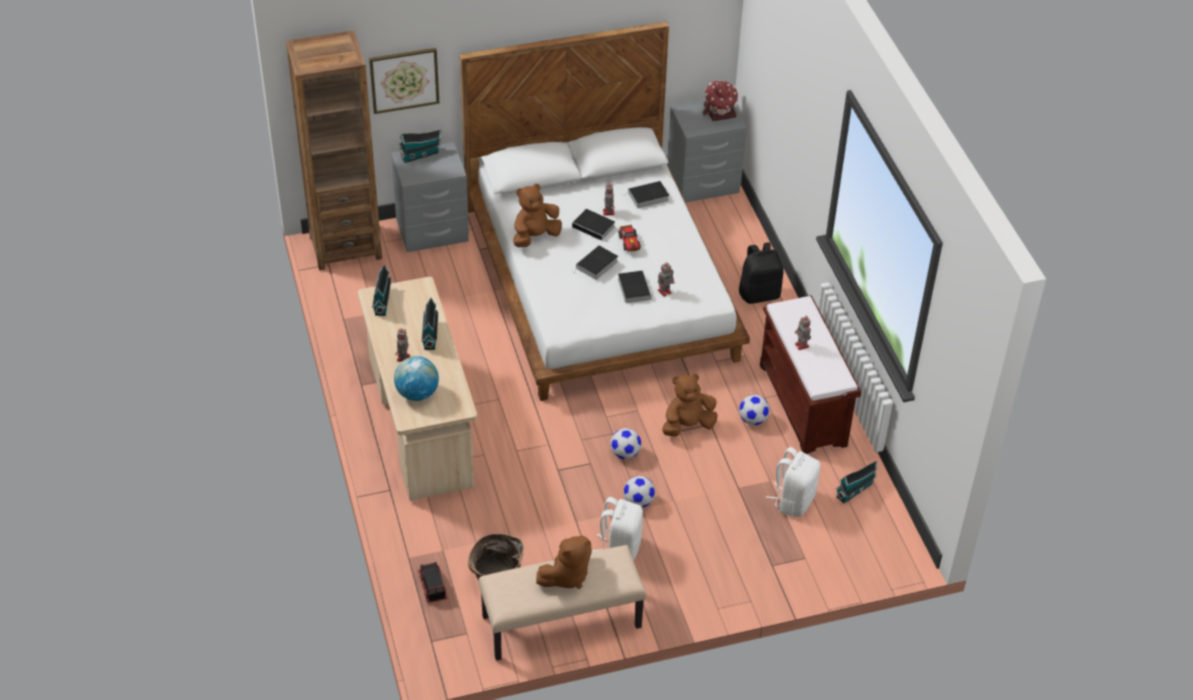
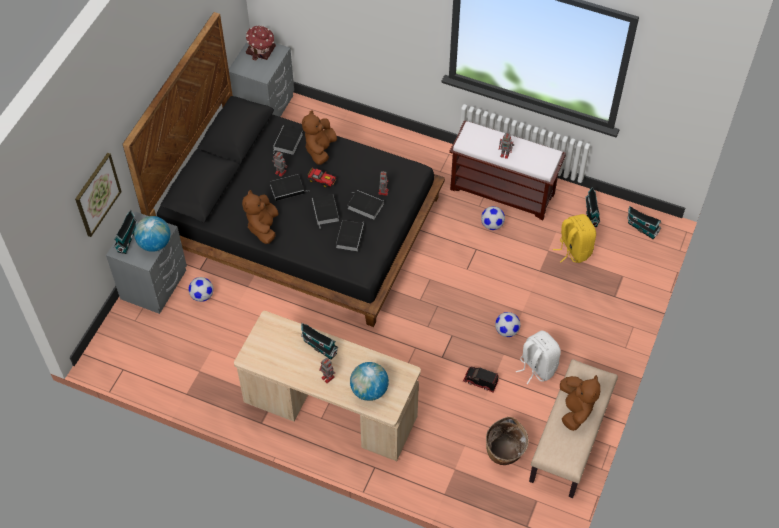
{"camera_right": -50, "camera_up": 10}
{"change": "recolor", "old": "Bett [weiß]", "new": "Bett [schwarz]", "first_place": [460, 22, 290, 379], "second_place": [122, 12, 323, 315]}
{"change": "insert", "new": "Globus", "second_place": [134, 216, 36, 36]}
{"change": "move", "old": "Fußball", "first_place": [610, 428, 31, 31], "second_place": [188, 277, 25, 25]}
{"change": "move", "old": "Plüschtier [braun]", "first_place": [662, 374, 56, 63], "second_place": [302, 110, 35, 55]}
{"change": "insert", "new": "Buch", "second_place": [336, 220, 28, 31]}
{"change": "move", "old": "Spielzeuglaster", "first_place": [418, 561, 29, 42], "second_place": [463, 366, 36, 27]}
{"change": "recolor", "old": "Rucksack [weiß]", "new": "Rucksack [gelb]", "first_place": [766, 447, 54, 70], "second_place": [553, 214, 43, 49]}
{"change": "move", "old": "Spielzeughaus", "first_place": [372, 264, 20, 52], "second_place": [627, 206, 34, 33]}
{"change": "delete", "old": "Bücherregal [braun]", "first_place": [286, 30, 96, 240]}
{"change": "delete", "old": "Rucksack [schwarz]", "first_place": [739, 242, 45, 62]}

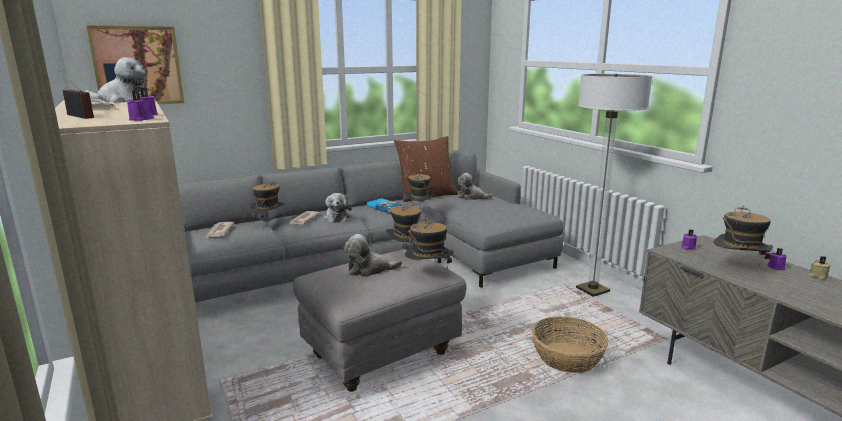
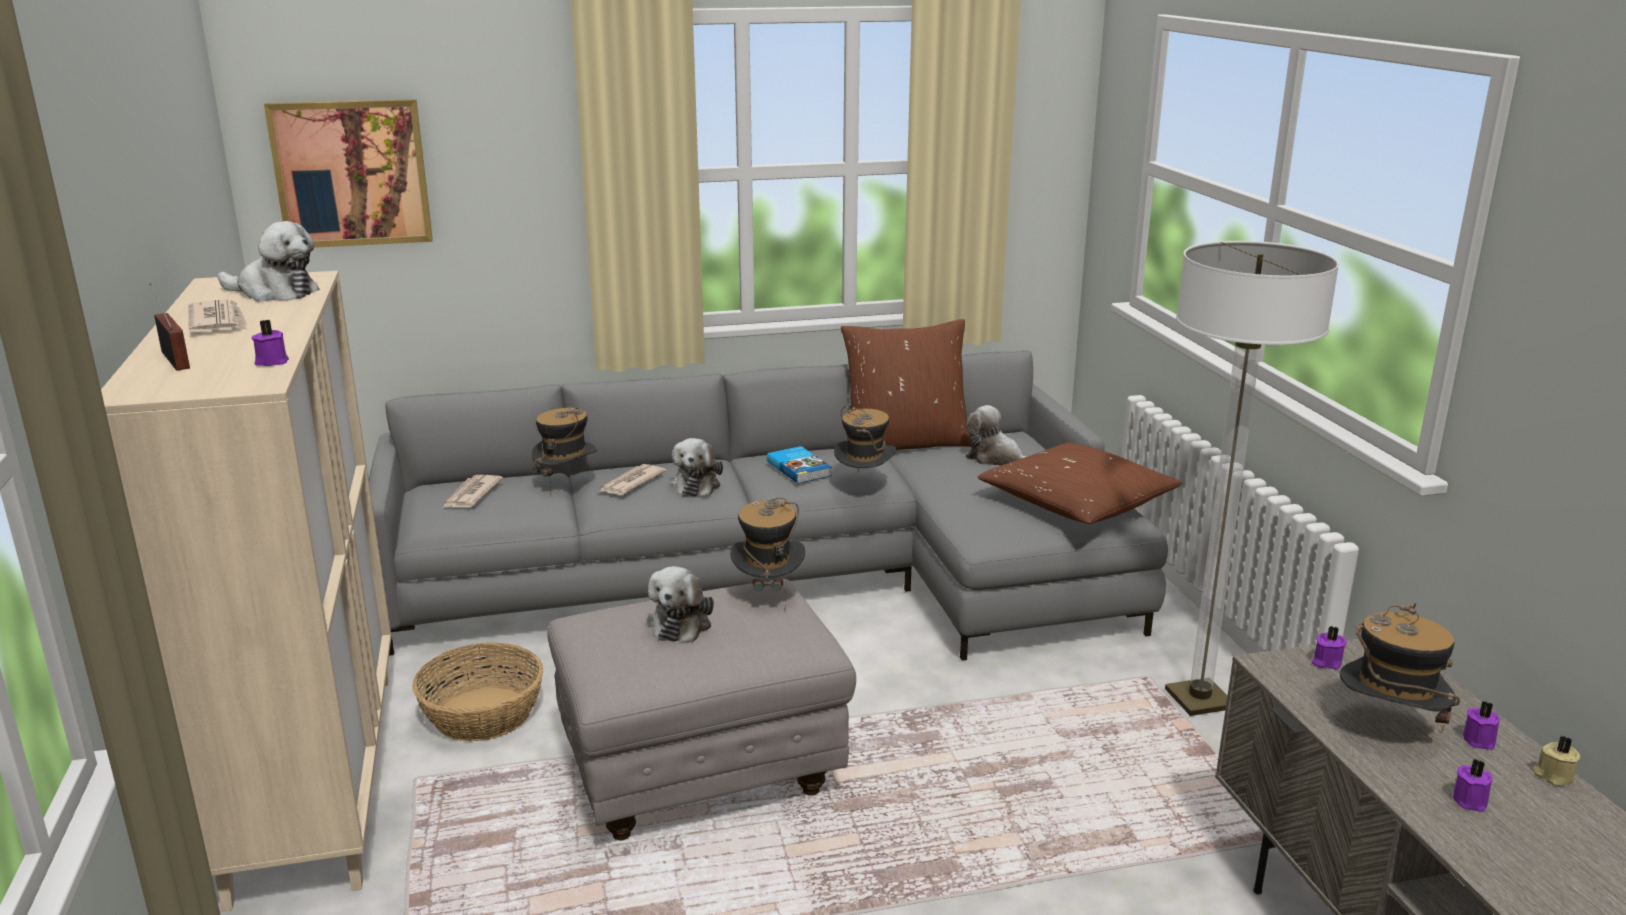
{"camera_right": 15, "camera_up": 5}
{"change": "move", "old": "Korb", "first_place": [532, 316, 76, 57], "second_place": [412, 642, 131, 99]}
{"change": "rotate", "old": "Plüschtier", "first_place": [344, 234, 58, 43], "second_place": [647, 566, 67, 76], "degrees": -90}
{"change": "insert", "new": "Kissen [braun]", "second_place": [977, 442, 205, 82]}
{"change": "move", "old": "Kerze [lila]", "first_place": [126, 91, 28, 30], "second_place": [1453, 759, 40, 53]}
{"change": "delete", "old": "Hut", "first_place": [405, 217, 48, 51]}

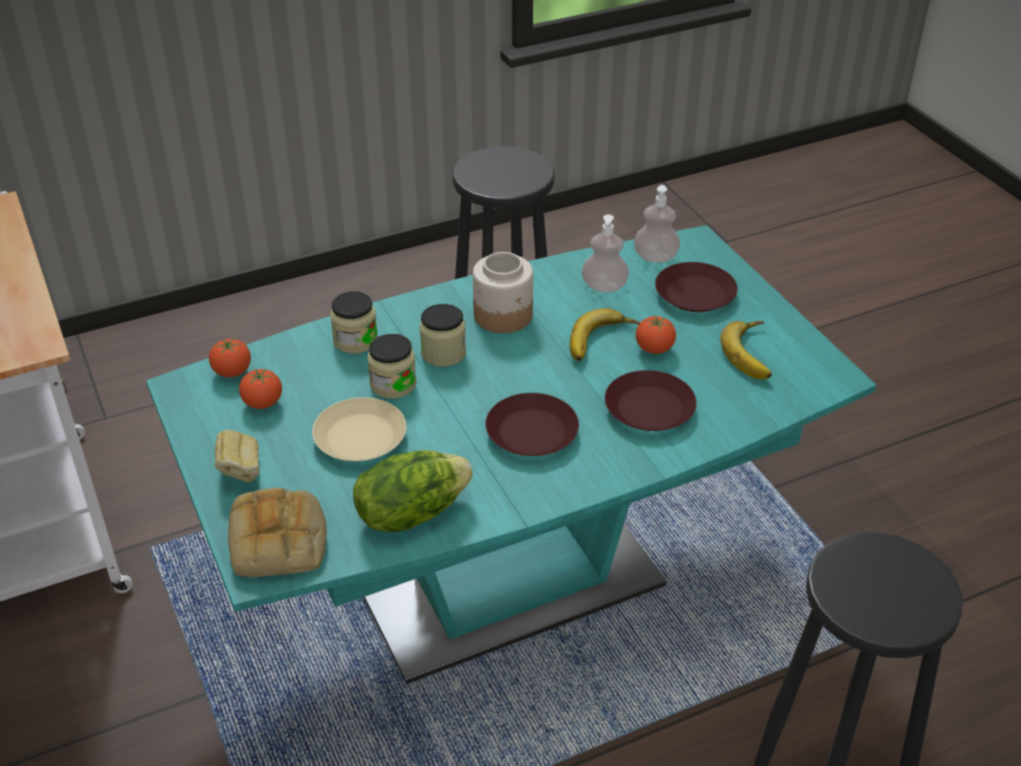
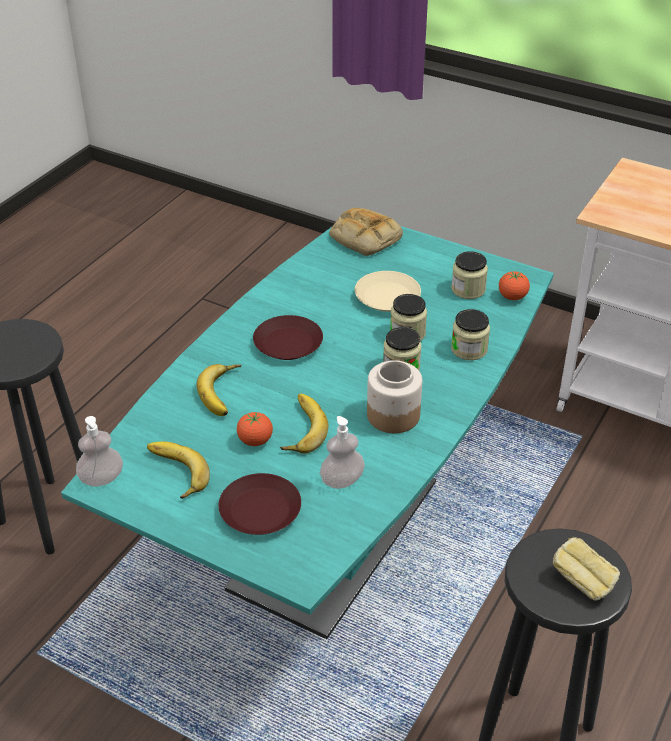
{"camera_right": 145, "camera_up": 0}
{"change": "move", "old": "Seifenspender", "first_place": [634, 185, 46, 78], "second_place": [76, 416, 47, 71]}
{"change": "replace", "old": "Teller [braun]", "new": "Banane", "first_place": [605, 370, 91, 61], "second_place": [196, 364, 45, 52]}
{"change": "replace", "old": "Tomate", "new": "Vorratsglas", "first_place": [239, 368, 43, 41], "second_place": [451, 251, 37, 48]}
{"change": "move", "old": "Brot", "first_place": [215, 430, 45, 53], "second_place": [553, 537, 67, 64]}
{"change": "delete", "old": "Salatkopf", "first_place": [353, 450, 120, 82]}

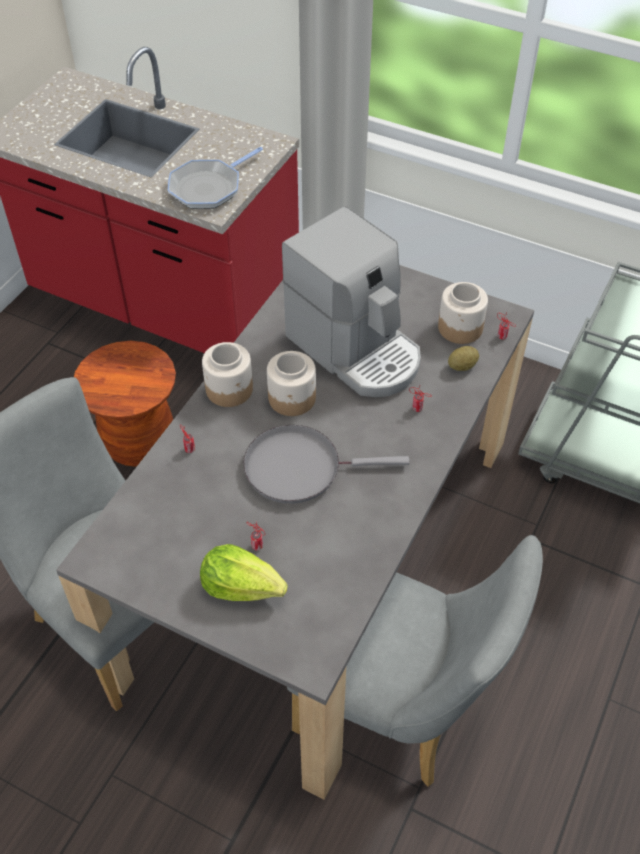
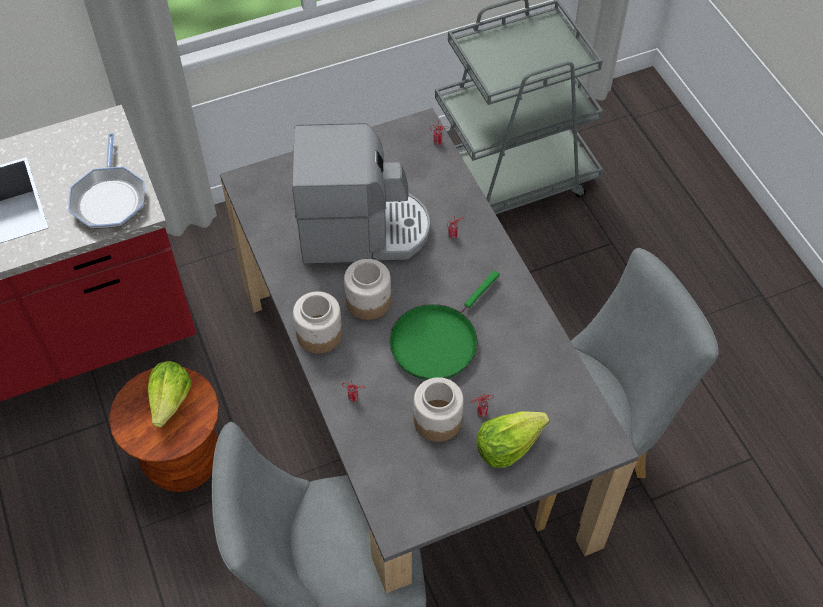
{"camera_right": -50, "camera_up": 5}
{"change": "insert", "new": "Salatkopf", "second_place": [148, 361, 44, 67]}
{"change": "recolor", "old": "Pfanne [grau]", "new": "Pfanne [grün]", "first_place": [243, 425, 167, 79], "second_place": [389, 270, 111, 110]}
{"change": "move", "old": "Vorratsglas", "first_place": [438, 282, 50, 62], "second_place": [414, 377, 50, 65]}
{"change": "delete", "old": "Kartoffel", "first_place": [448, 346, 31, 25]}

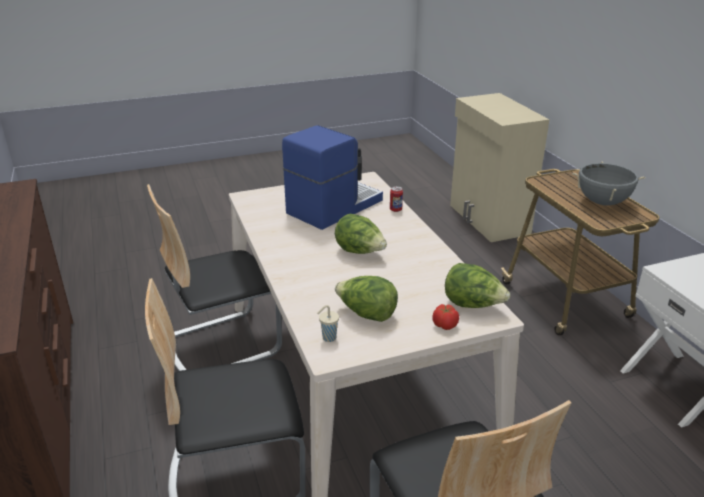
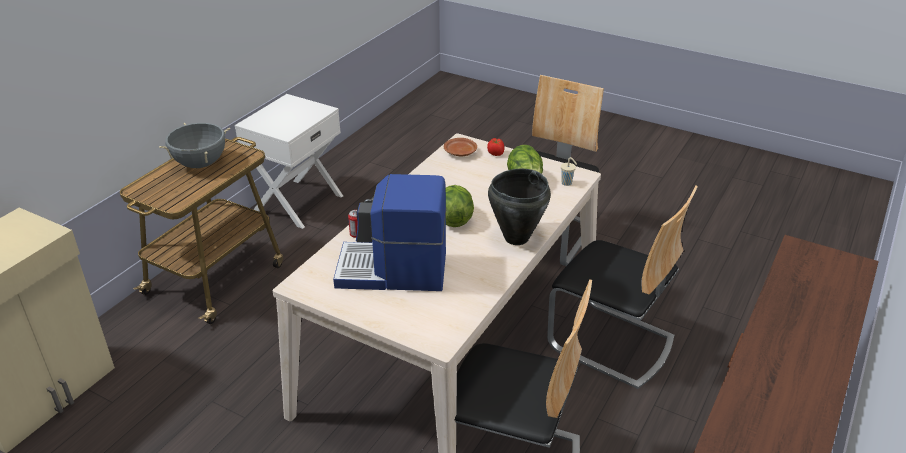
{"camera_right": -130, "camera_up": 5}
{"change": "replace", "old": "Salatkopf", "new": "Teller [braun]", "first_place": [445, 263, 65, 45], "second_place": [444, 138, 33, 18]}
{"change": "insert", "new": "Kochtopf [schwarz]", "second_place": [488, 169, 63, 76]}

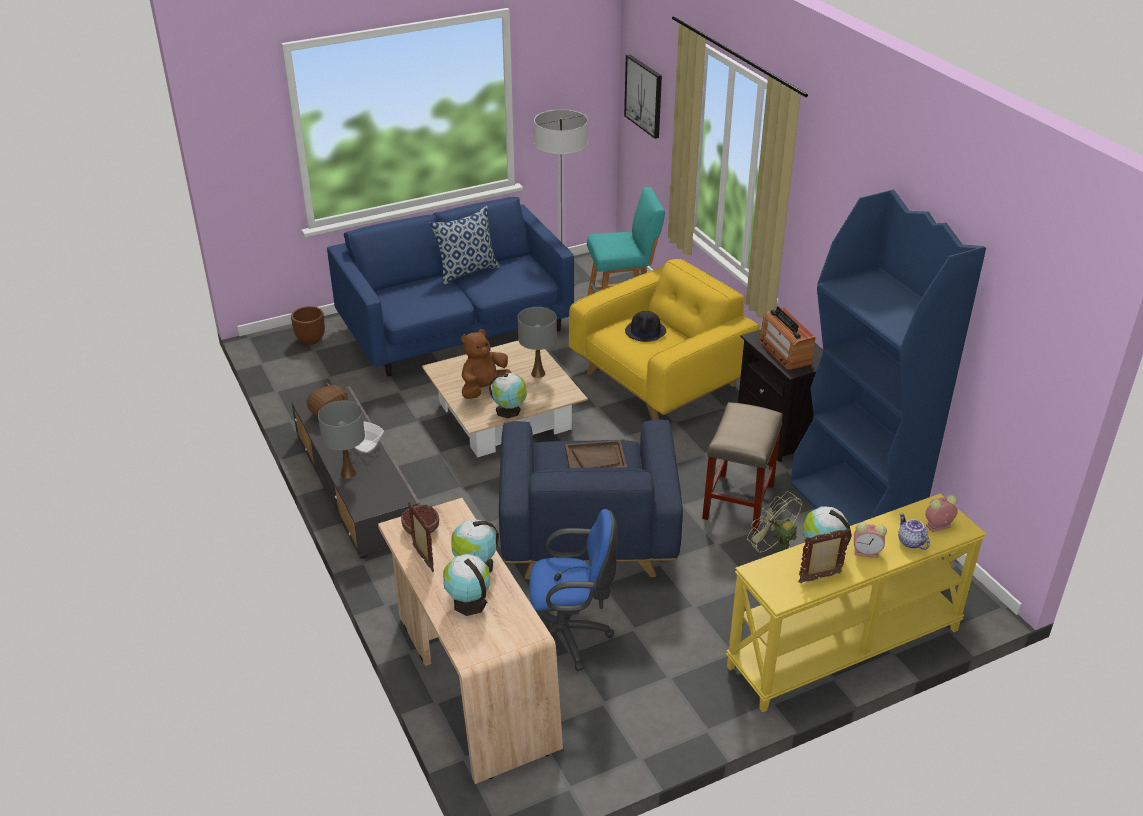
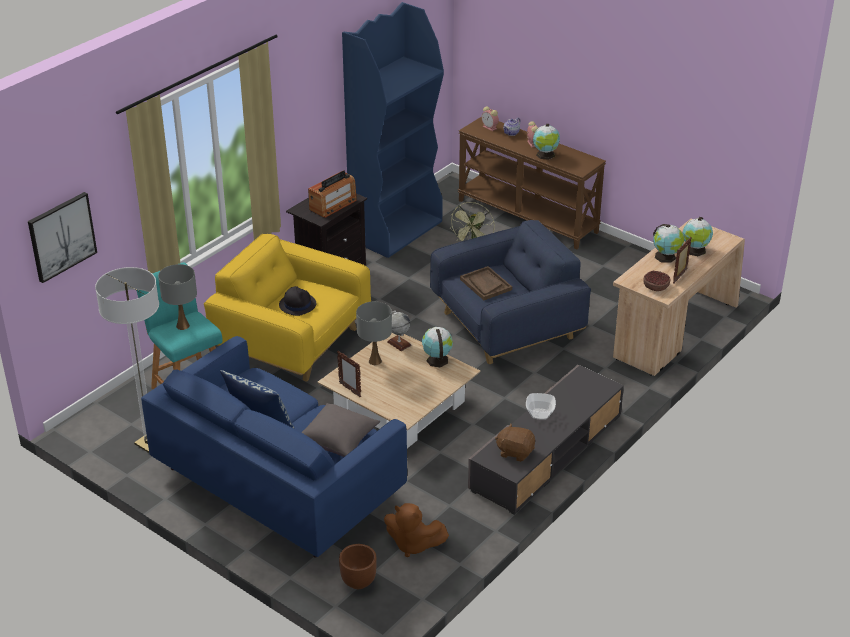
{"camera_right": -115, "camera_up": 0}
{"change": "move", "old": "Tischlampe [grau]", "first_place": [318, 400, 47, 79], "second_place": [158, 264, 39, 66]}
{"change": "insert", "new": "Kissen [grau]", "second_place": [301, 403, 79, 54]}
{"change": "move", "old": "Bilderrahmen", "first_place": [798, 528, 53, 55], "second_place": [337, 351, 24, 47]}
{"change": "move", "old": "Plüschtier [braun]", "first_place": [461, 329, 50, 70], "second_place": [384, 503, 65, 54]}
{"change": "insert", "new": "Globus", "second_place": [387, 311, 25, 40]}
{"change": "recolor", "old": "Konsolentisch [gelb]", "new": "Konsolentisch [braun]", "first_place": [726, 493, 260, 219], "second_place": [458, 116, 148, 133]}
{"change": "delete", "old": "Bürostuhl [blau]", "first_place": [529, 509, 89, 162]}
{"change": "delete", "old": "Hocker [beige]", "first_place": [702, 402, 81, 130]}

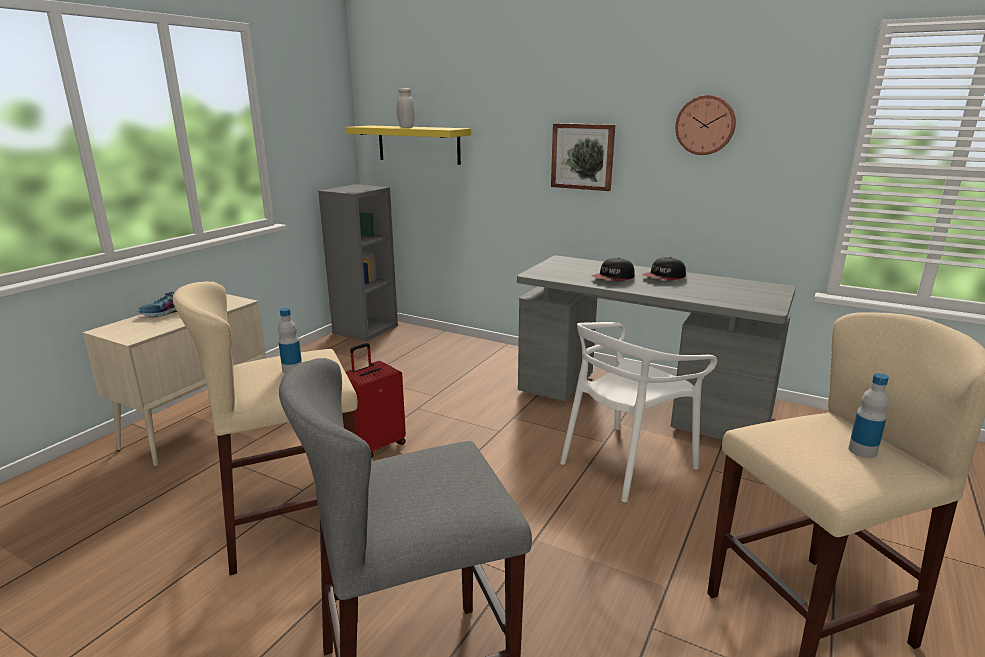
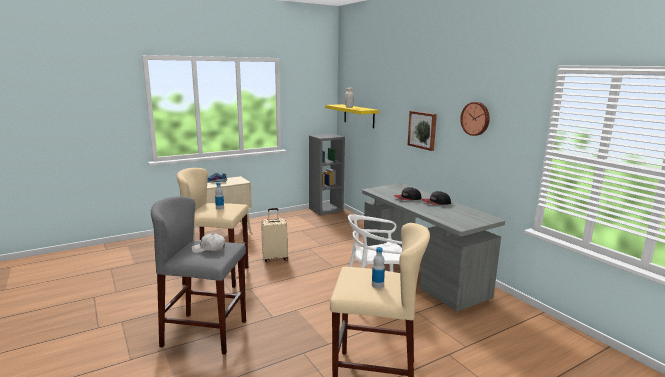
{"camera_right": 30, "camera_up": -5}
{"change": "insert", "new": "Kappe [weiß]", "second_place": [191, 233, 34, 20]}
{"change": "recolor", "old": "Koffer [rot]", "new": "Koffer [beige]", "first_place": [346, 343, 60, 116], "second_place": [261, 208, 27, 55]}

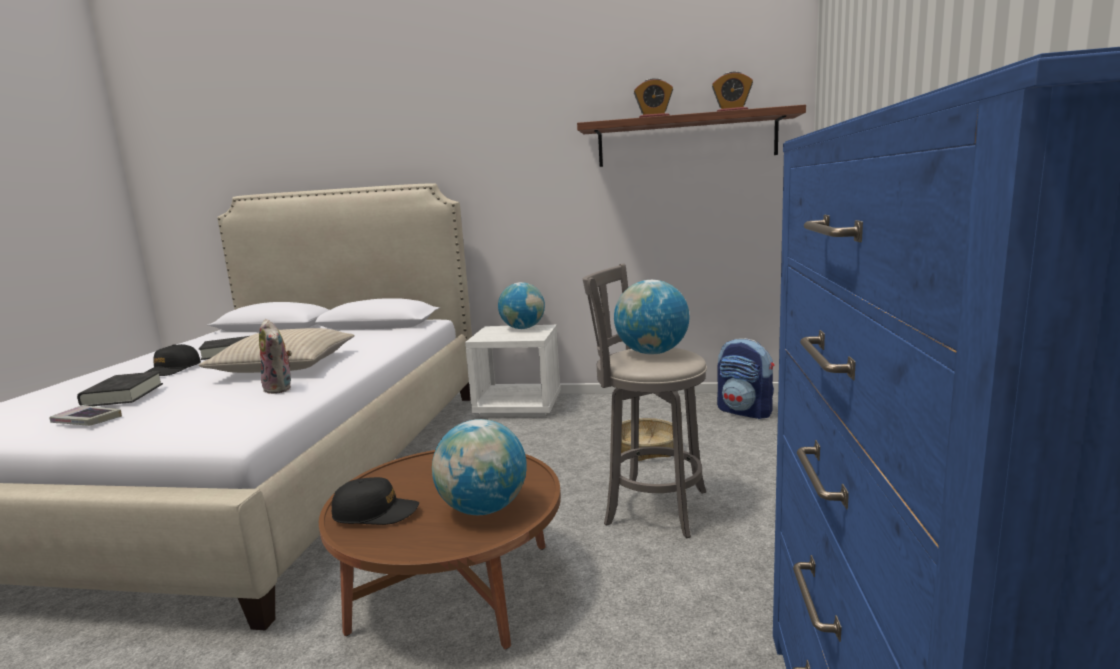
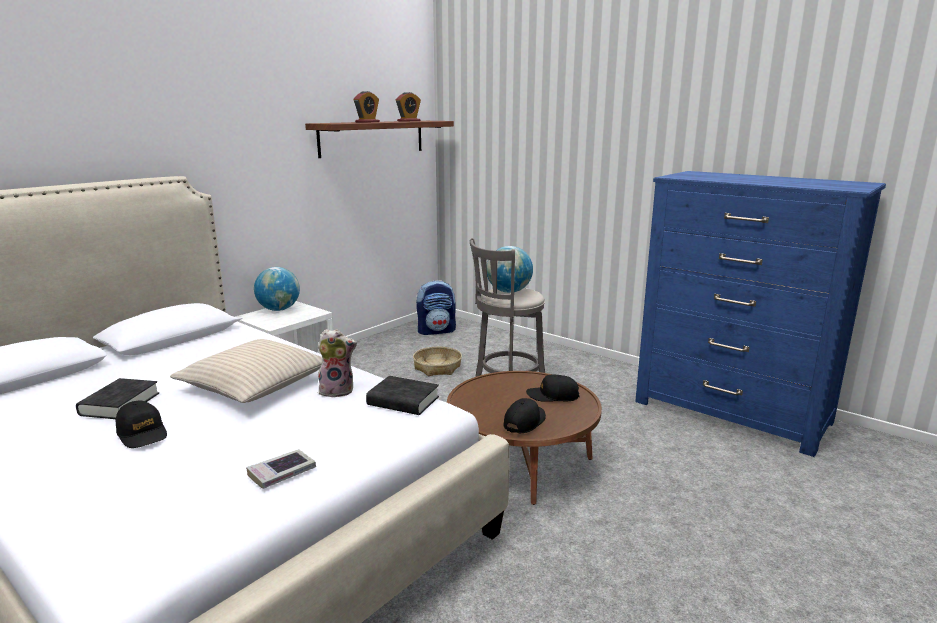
{"camera_right": -60, "camera_up": 5}
{"change": "move", "old": "Buch [schwarz]", "first_place": [77, 371, 86, 35], "second_place": [366, 376, 73, 39]}
{"change": "replace", "old": "Globus", "new": "Kappe [schwarz]", "first_place": [432, 419, 95, 96], "second_place": [526, 375, 53, 27]}

